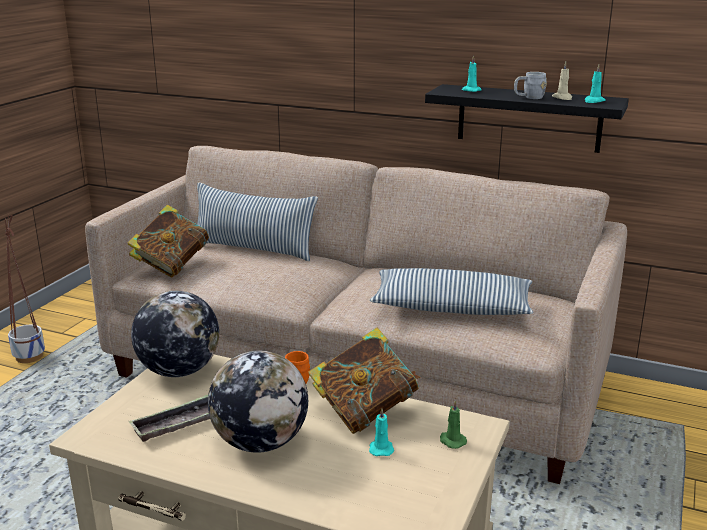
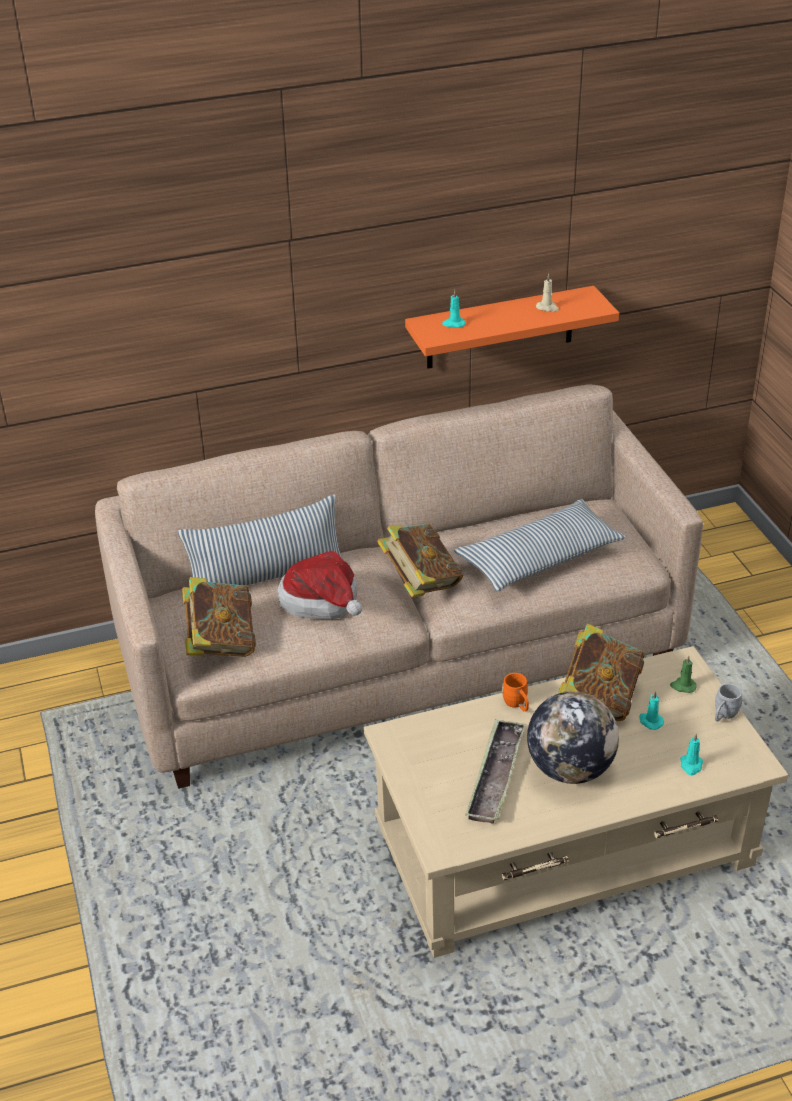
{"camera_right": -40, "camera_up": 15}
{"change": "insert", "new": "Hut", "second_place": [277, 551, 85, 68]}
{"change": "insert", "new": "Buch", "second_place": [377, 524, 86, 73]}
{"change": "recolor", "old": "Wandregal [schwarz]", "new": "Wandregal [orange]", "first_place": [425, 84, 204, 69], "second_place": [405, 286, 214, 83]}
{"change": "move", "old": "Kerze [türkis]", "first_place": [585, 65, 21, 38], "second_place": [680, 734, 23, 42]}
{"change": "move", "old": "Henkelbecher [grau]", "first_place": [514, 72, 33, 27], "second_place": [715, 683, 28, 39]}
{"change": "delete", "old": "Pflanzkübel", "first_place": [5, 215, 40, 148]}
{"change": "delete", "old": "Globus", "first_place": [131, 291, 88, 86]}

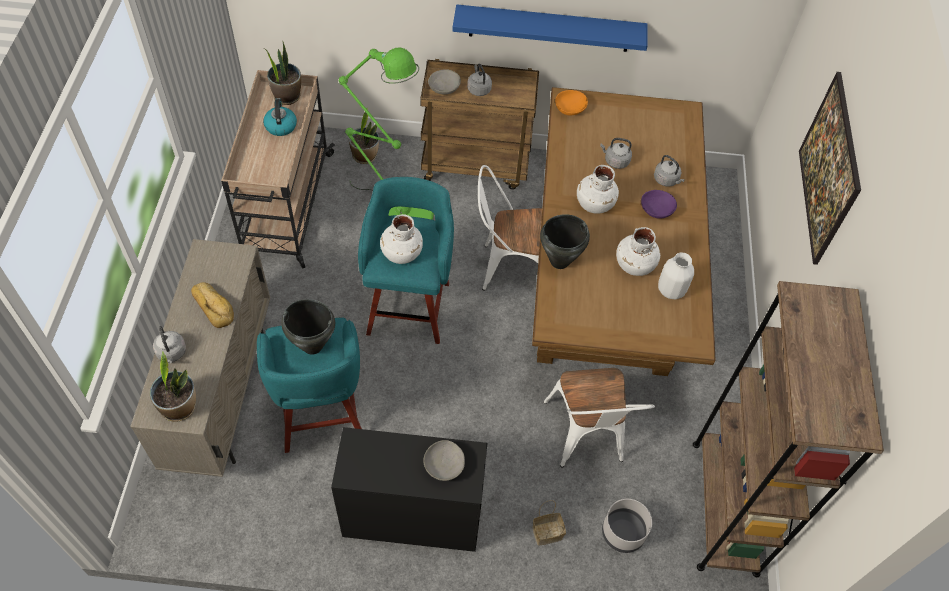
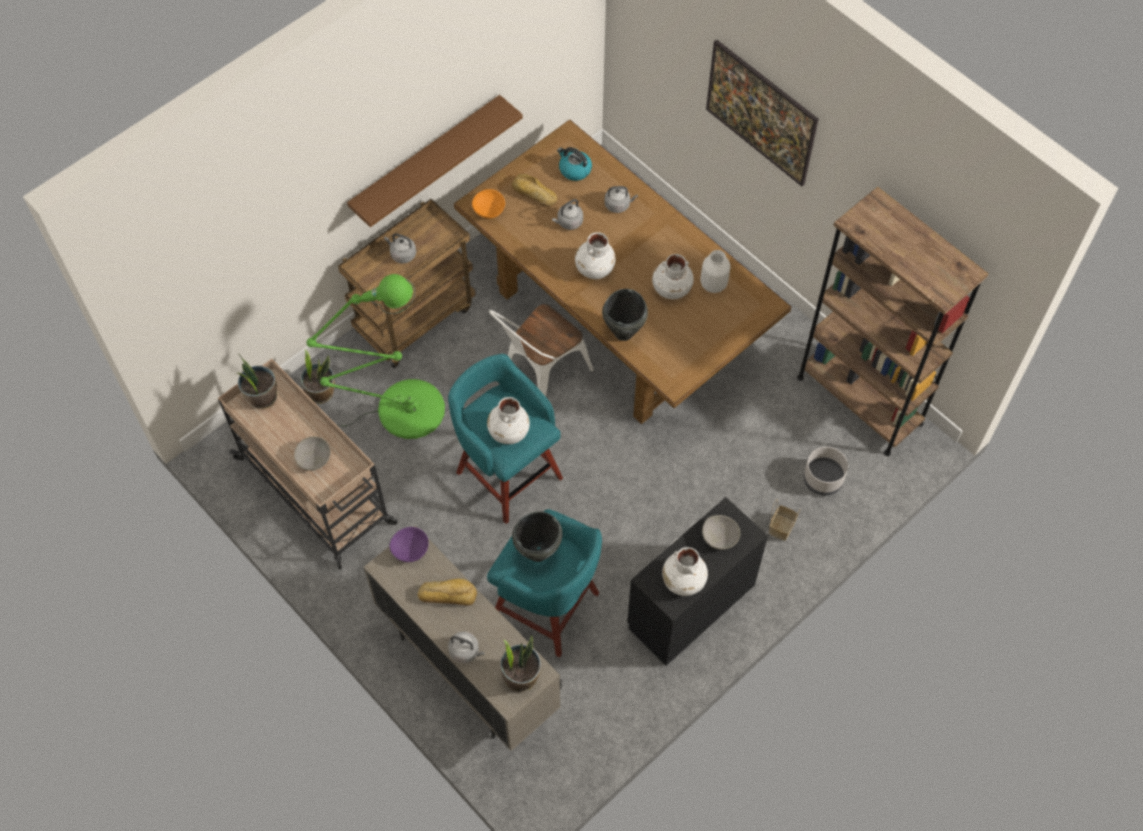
{"camera_right": -45, "camera_up": 5}
{"change": "move", "old": "Schüssel [grau]", "first_place": [428, 69, 33, 25], "second_place": [294, 436, 37, 35]}
{"change": "recolor", "old": "Wandregal [blau]", "new": "Wandregal [braun]", "first_place": [452, 4, 196, 48], "second_place": [347, 95, 176, 132]}
{"change": "move", "old": "Schüssel [lila]", "first_place": [641, 190, 36, 29], "second_place": [390, 527, 39, 35]}
{"change": "insert", "new": "Brot", "second_place": [512, 174, 45, 33]}
{"change": "move", "old": "Wasserkessel", "first_place": [263, 98, 34, 38], "second_place": [557, 147, 35, 34]}
{"change": "insert", "new": "Vase [weiß]", "second_place": [662, 547, 46, 49]}
{"change": "delete", "old": "Stuhl [weiß]", "first_place": [543, 368, 112, 99]}

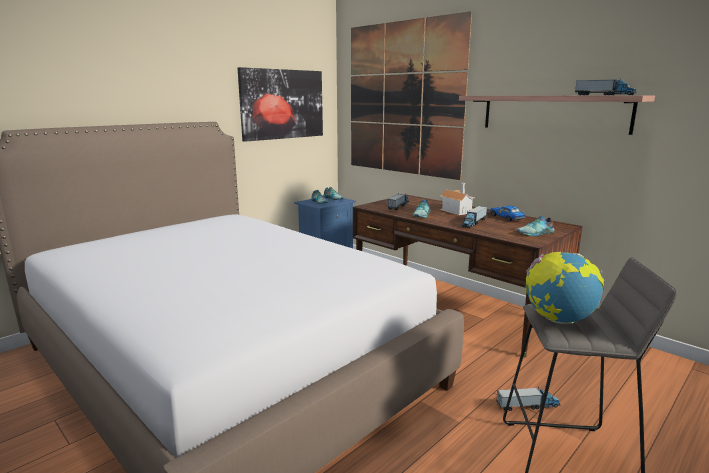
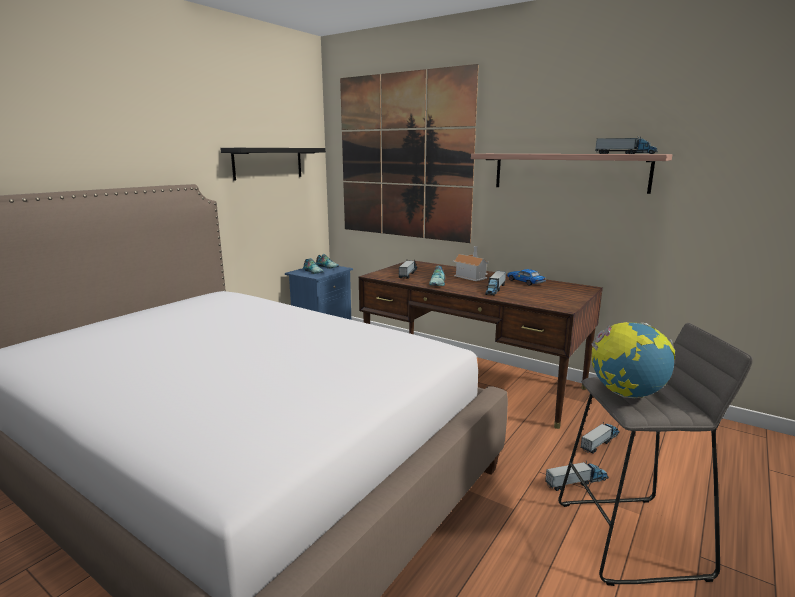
{"camera_right": -10, "camera_up": 0}
{"change": "replace", "old": "Bild", "new": "Wandregal [schwarz]", "first_place": [237, 67, 86, 75], "second_place": [220, 148, 106, 33]}
{"change": "insert", "new": "Spielzeuglaster", "second_place": [581, 422, 39, 32]}
{"change": "delete", "old": "Schuh", "first_place": [517, 215, 37, 21]}

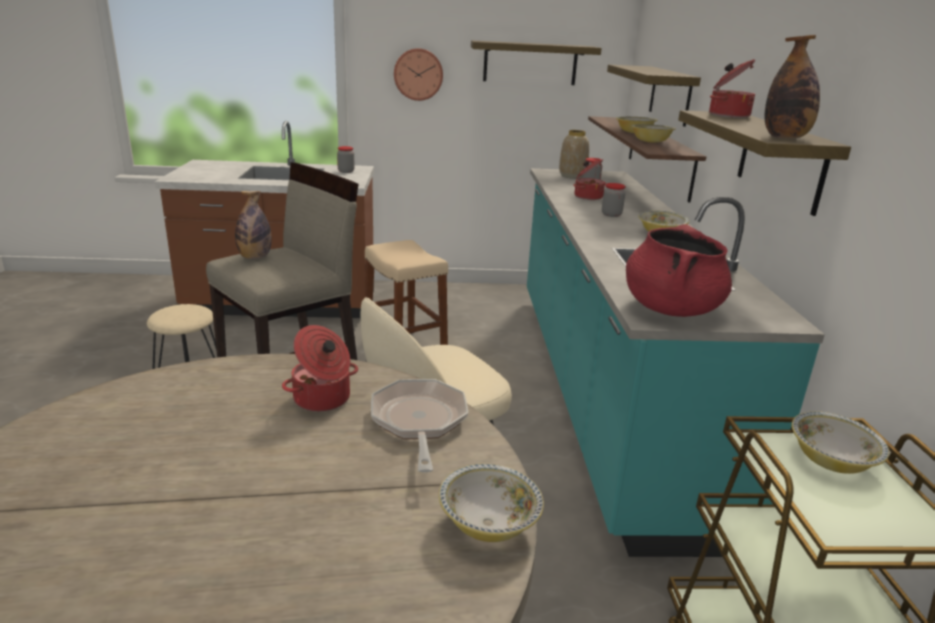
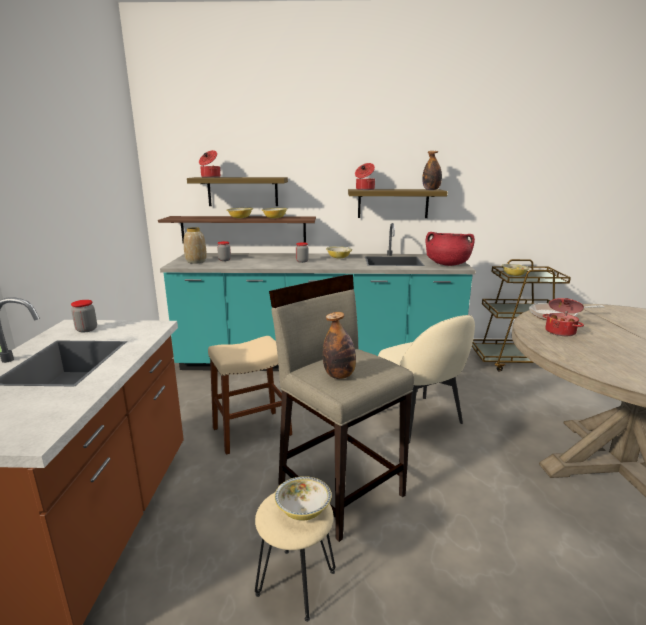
{"camera_right": -85, "camera_up": -5}
{"change": "move", "old": "Kochtopf", "first_place": [573, 159, 33, 41], "second_place": [199, 150, 21, 28]}
{"change": "move", "old": "Schüssel", "first_place": [439, 464, 105, 78], "second_place": [275, 476, 57, 45]}
{"change": "delete", "old": "Wanduhr", "first_place": [394, 48, 49, 53]}
{"change": "delete", "old": "Wandregal", "first_place": [471, 40, 131, 45]}

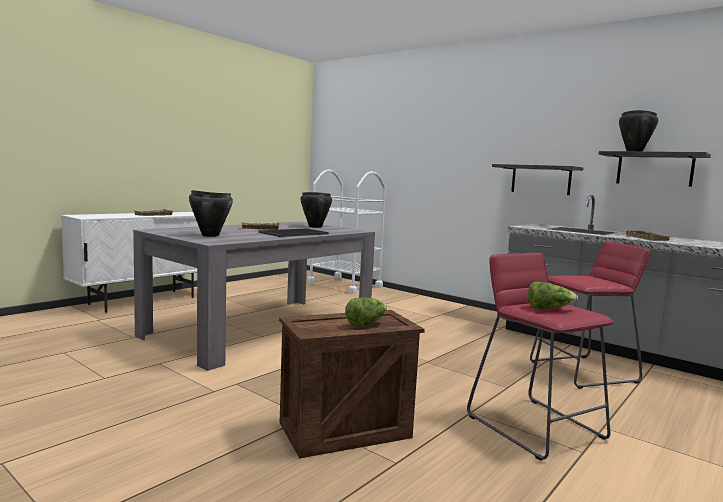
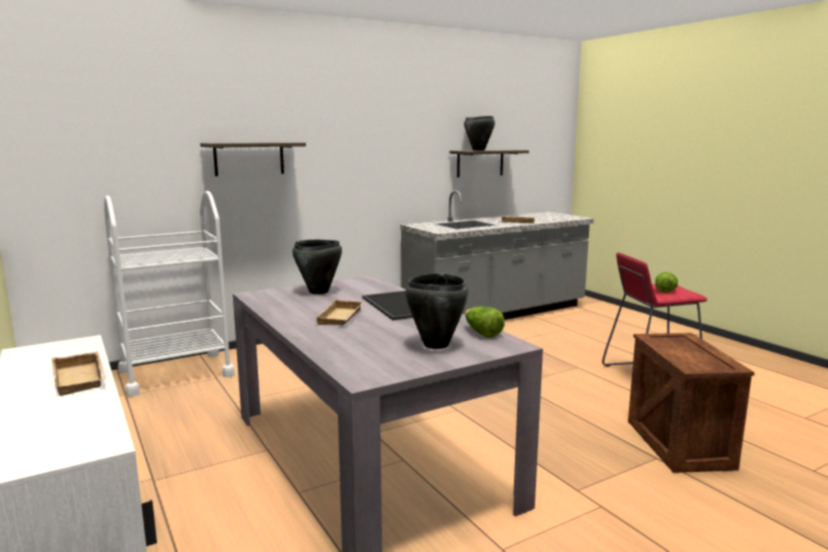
{"camera_right": -70, "camera_up": 5}
{"change": "move", "old": "Wandregal", "first_place": [492, 164, 91, 31], "second_place": [200, 142, 106, 34]}
{"change": "move", "old": "Salatkopf", "first_place": [345, 297, 42, 30], "second_place": [465, 306, 40, 32]}
{"change": "delete", "old": "Hocker [rot]", "first_place": [530, 241, 120, 148]}

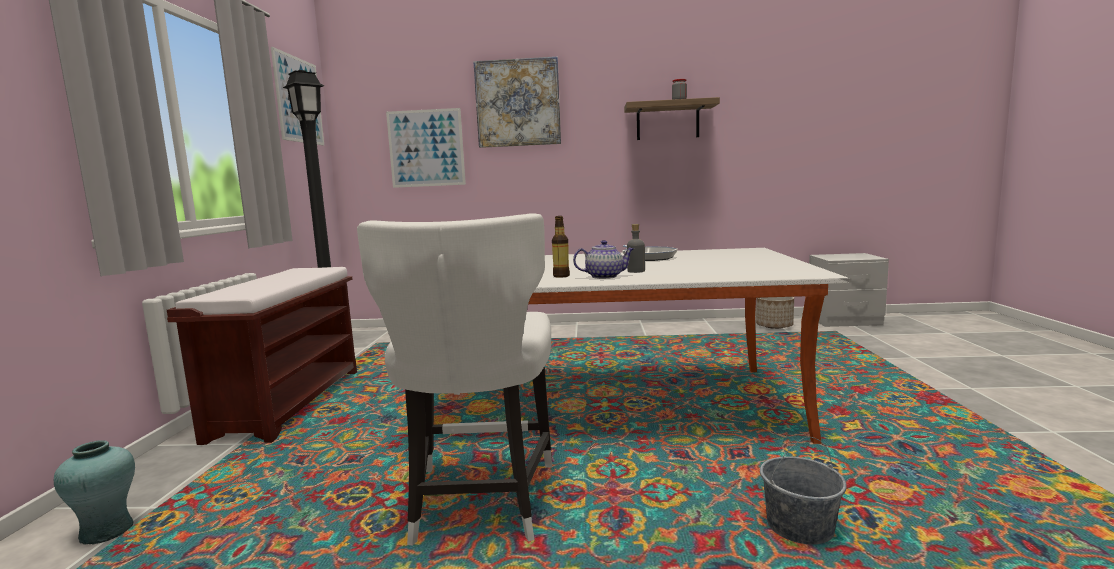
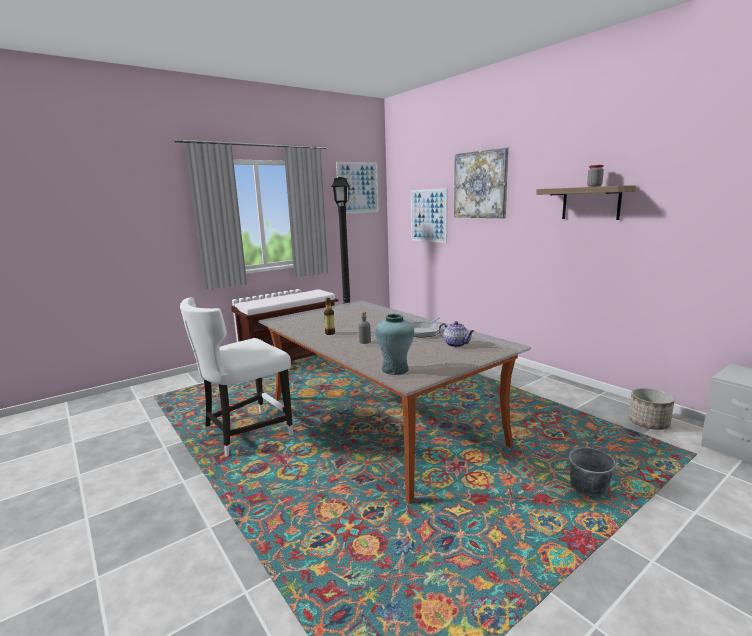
{"camera_right": 50, "camera_up": 5}
{"change": "move", "old": "Vase [türkis]", "first_place": [54, 440, 81, 105], "second_place": [375, 314, 39, 61]}
{"change": "move", "old": "Teekanne", "first_place": [573, 240, 61, 39], "second_place": [439, 321, 35, 26]}
{"change": "move", "old": "Eimer [grau]", "first_place": [760, 437, 87, 107], "second_place": [568, 439, 48, 58]}

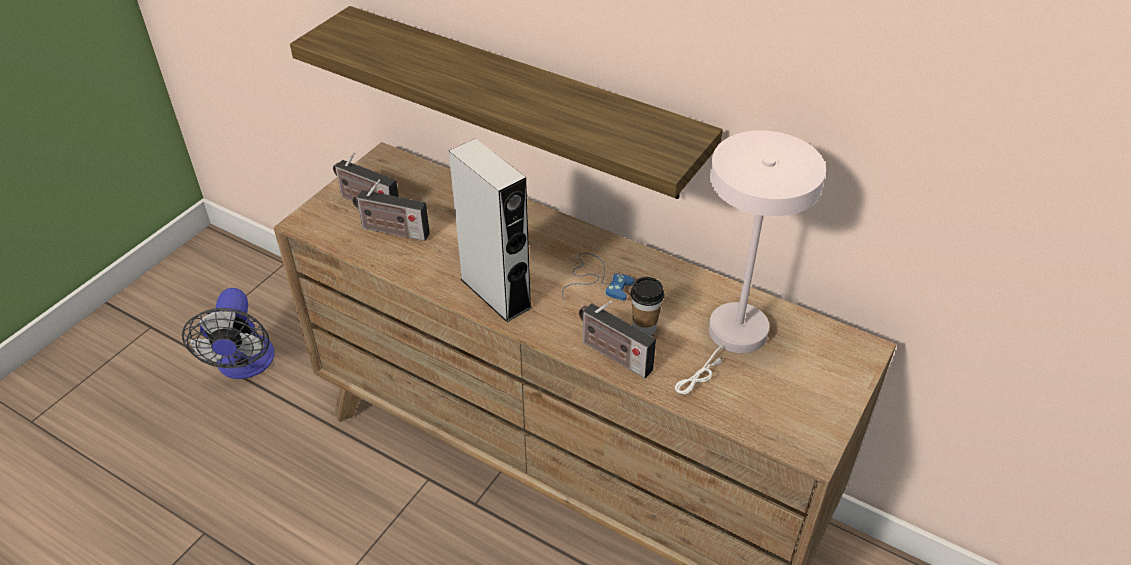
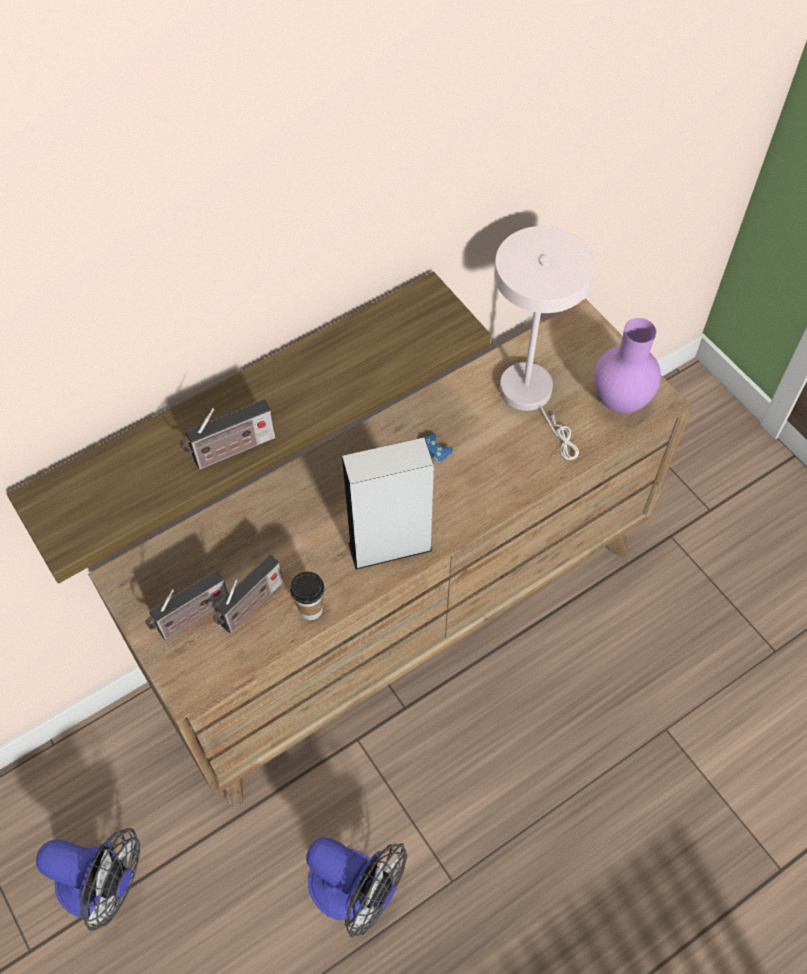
{"camera_right": -65, "camera_up": 15}
{"change": "move", "old": "Radio", "first_place": [579, 301, 77, 77], "second_place": [180, 399, 96, 71]}
{"change": "move", "old": "Tasse", "first_place": [631, 277, 33, 58], "second_place": [290, 572, 35, 48]}
{"change": "insert", "new": "Ventilator", "second_place": [306, 837, 101, 100]}
{"change": "insert", "new": "Vase [lila]", "second_place": [594, 318, 67, 95]}

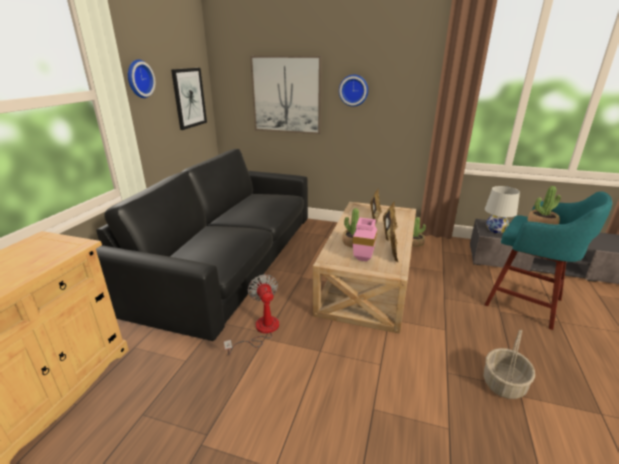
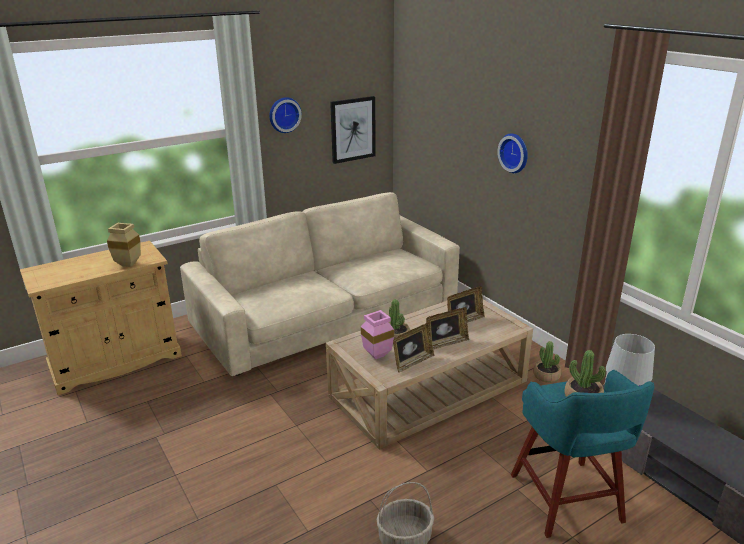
{"camera_right": 40, "camera_up": 0}
{"change": "insert", "new": "Vase [beige]", "second_place": [107, 223, 34, 44]}
{"change": "recolor", "old": "Sofa [schwarz]", "new": "Sofa [beige]", "first_place": [96, 149, 212, 192], "second_place": [180, 192, 280, 184]}
{"change": "delete", "old": "Ventilator", "first_place": [224, 274, 55, 81]}
{"change": "delete", "old": "Bild", "first_place": [250, 56, 72, 78]}

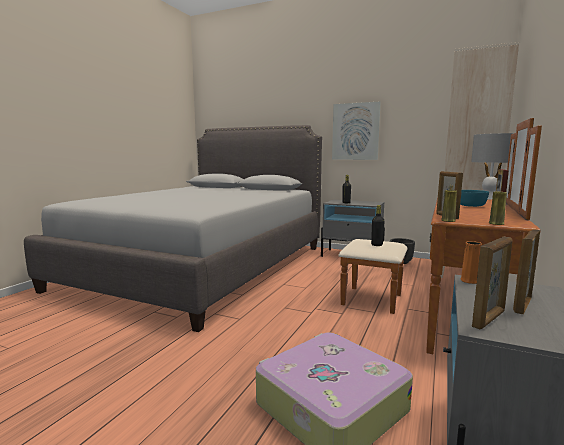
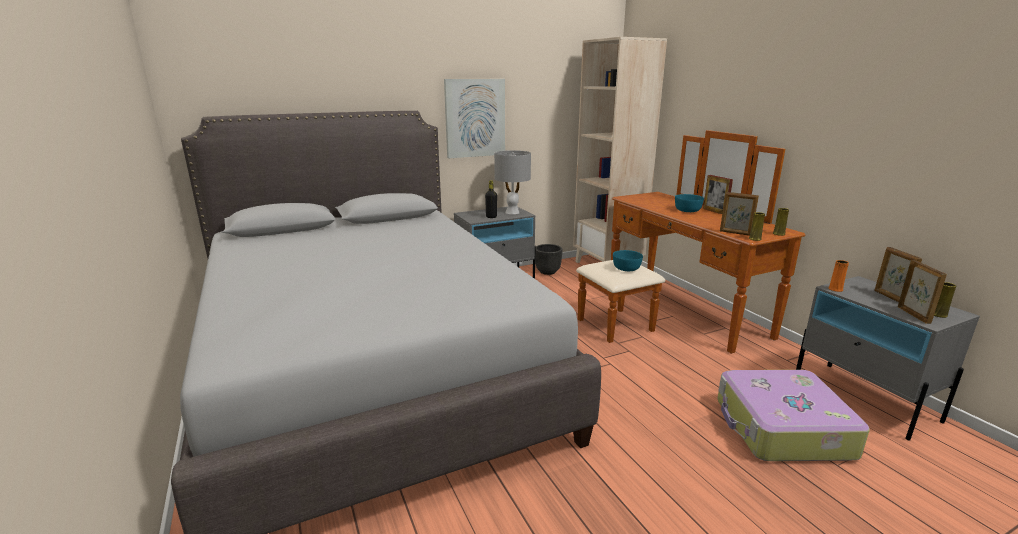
{"camera_right": -50, "camera_up": 10}
{"change": "move", "old": "Tischlampe [grau]", "first_place": [471, 133, 43, 67], "second_place": [494, 150, 37, 64]}
{"change": "replace", "old": "Flasche [schwarz]", "new": "Schüssel [türkis]", "first_place": [371, 205, 14, 41], "second_place": [613, 250, 30, 21]}
{"change": "insert", "new": "Vase [gelb]", "second_place": [934, 282, 22, 36]}

